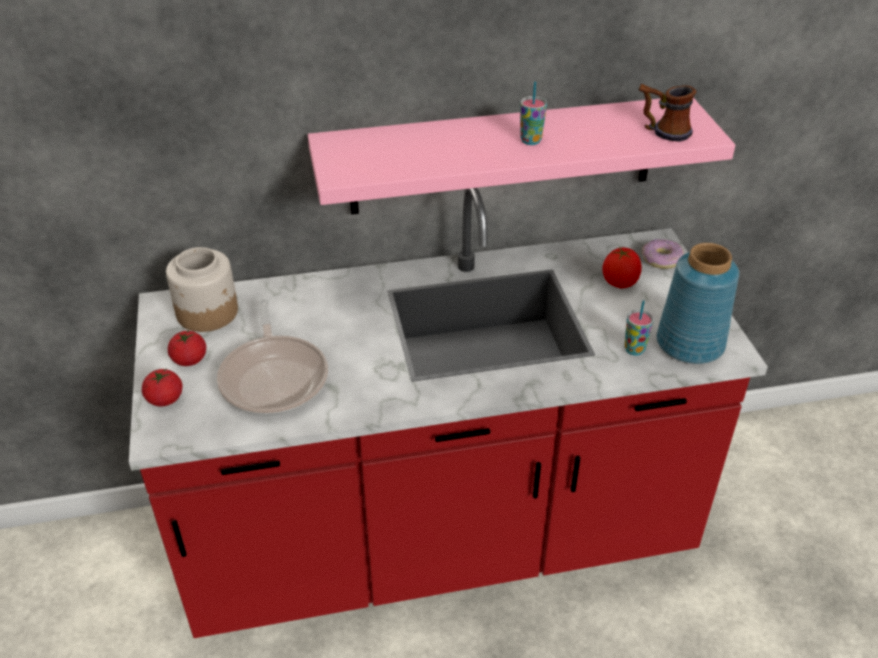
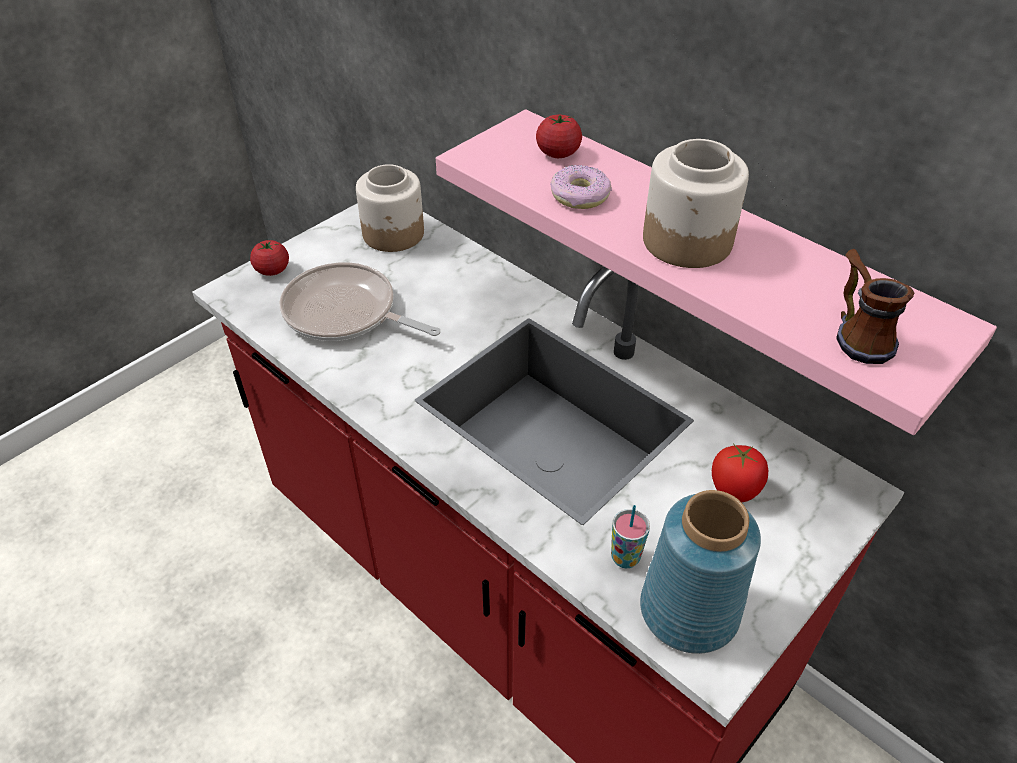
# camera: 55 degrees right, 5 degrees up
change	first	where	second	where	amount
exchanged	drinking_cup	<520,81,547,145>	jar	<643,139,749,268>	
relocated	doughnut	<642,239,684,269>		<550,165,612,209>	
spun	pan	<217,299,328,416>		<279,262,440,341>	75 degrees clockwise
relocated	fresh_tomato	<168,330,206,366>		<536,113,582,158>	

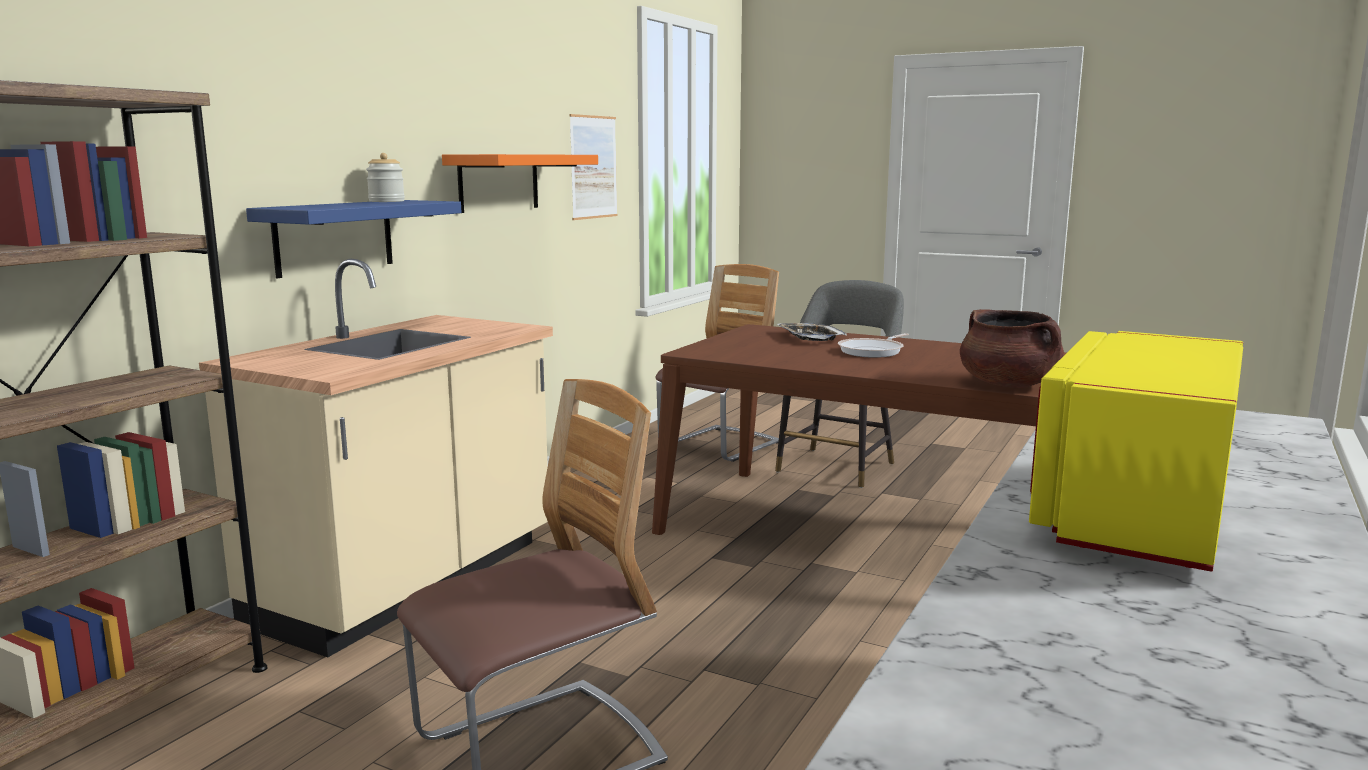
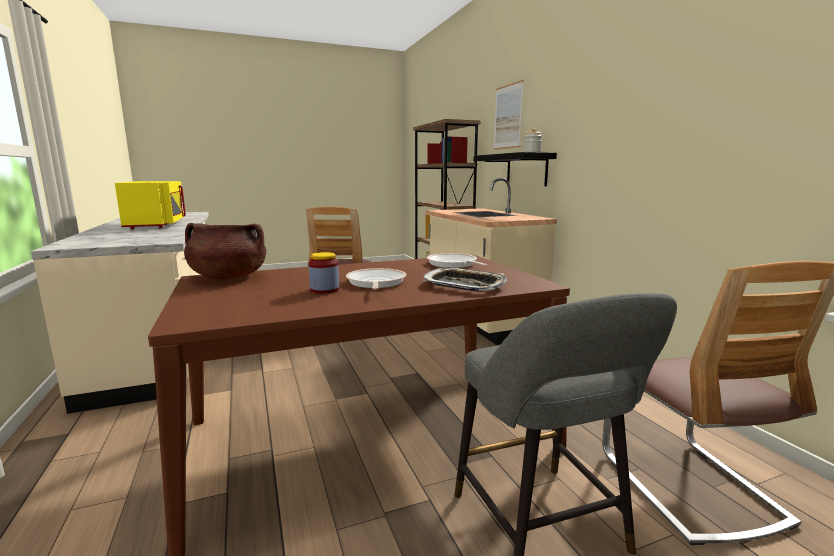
# camera: 130 degrees right, 0 degrees up
change	first	where	second	where	amount
relocated	wall_picture	<569,114,618,220>		<493,80,524,150>	
missing	orange-coloured_shelf	<442,154,598,213>			
colour	blue-coloured_shelf	<246,200,462,278>	black_shelf	<474,152,557,186>	
appeared			jar	<308,252,339,294>	
appeared			pan	<427,253,487,268>	

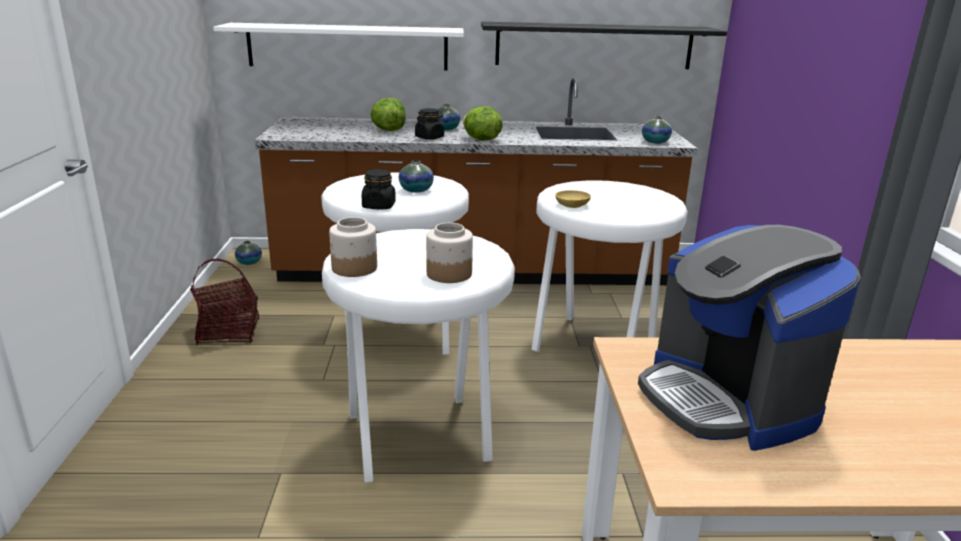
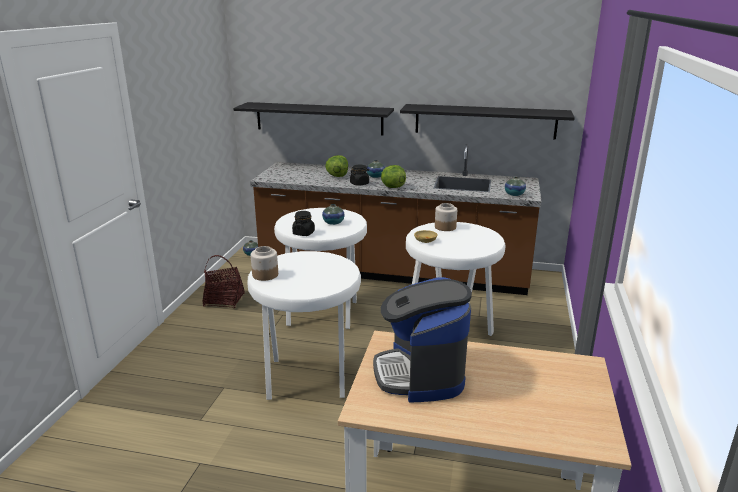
# camera: 15 degrees right, 0 degrees up
change	first	where	second	where	amount
colour	whitish_shelf	<213,23,464,71>	black_shelf	<233,102,394,136>	
relocated	jar	<426,223,473,283>		<435,203,457,231>	

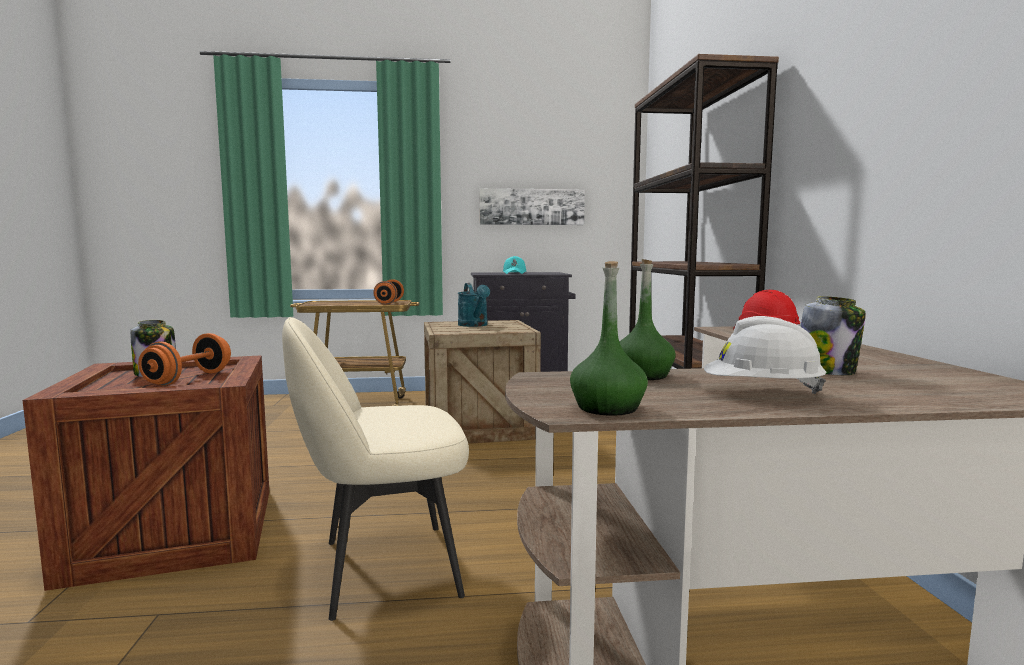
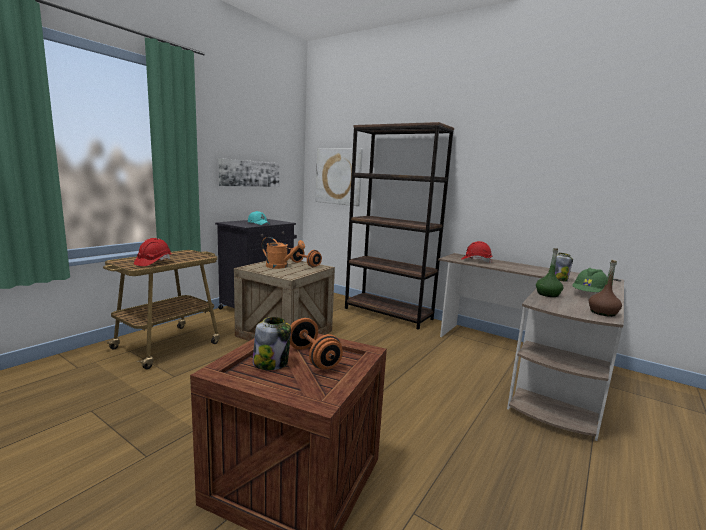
# camera: 50 degrees left, 5 degrees up
change	first	where	second	where	amount
colour	green-coloured_beverage_bottle	<570,261,648,416>	brown_beverage_bottle	<589,260,622,317>	
relocated	orange-coloured_free_weight	<373,279,404,305>		<290,246,322,267>	
colour	turquoise-coloured_watering_can	<458,283,490,327>	orange-coloured_watering_can	<262,237,305,269>	
colour	whitish_hard_hat	<704,316,827,394>	green-coloured_hard_hat	<572,268,607,292>	
missing	sand-coloured_plain_chair	<282,317,469,621>			
appeared			wall_picture	<315,148,363,206>	
appeared			red-coloured_hard_hat	<134,238,172,266>	

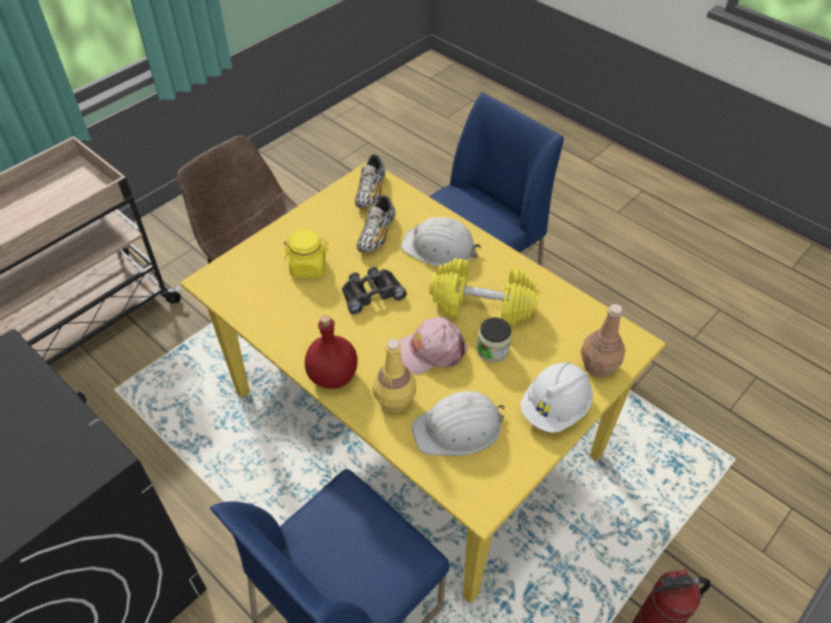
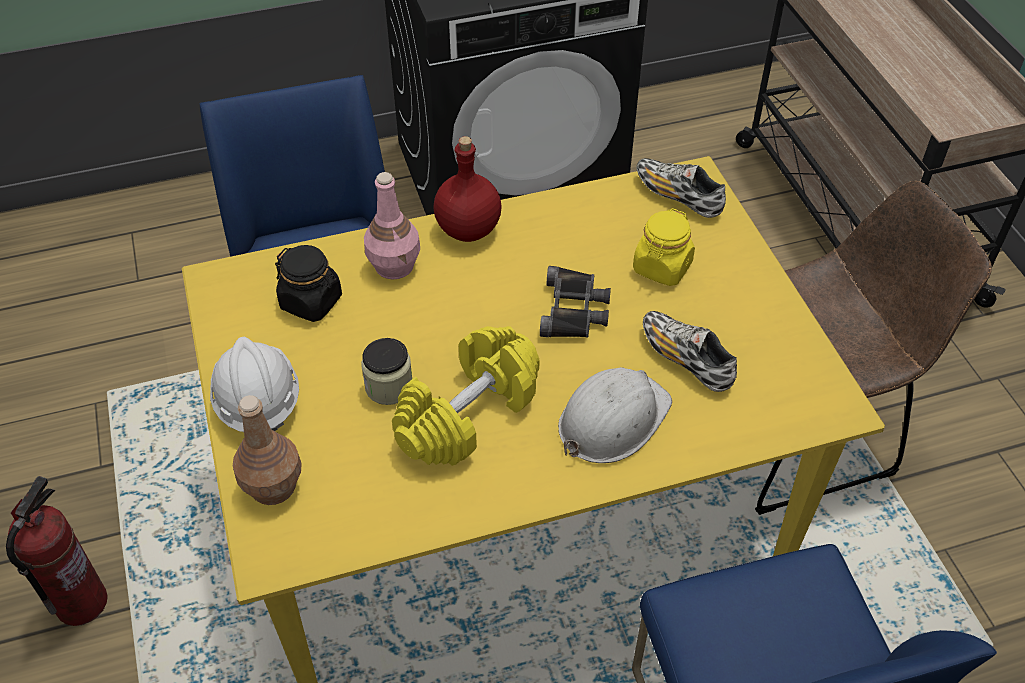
# camera: 120 degrees right, 0 degrees up
change	first	where	second	where	amount
relocated	item_of_footwear	<355,154,386,208>		<637,158,726,218>	
missing	pink-coloured_peaked_cap	<398,317,468,375>			
colour	yellowish_beverage_bottle	<373,339,416,413>	pink-coloured_beverage_bottle	<364,172,420,280>	
exchanged	whitish_hard_hat	<412,391,505,456>	black_jar	<275,245,342,322>	

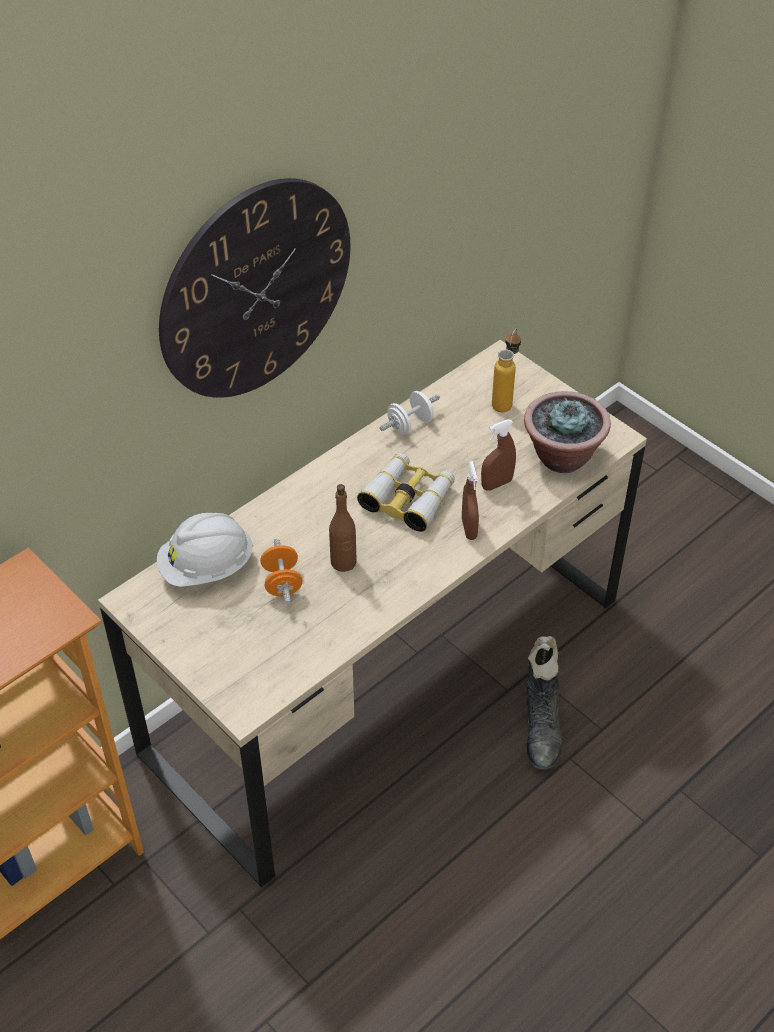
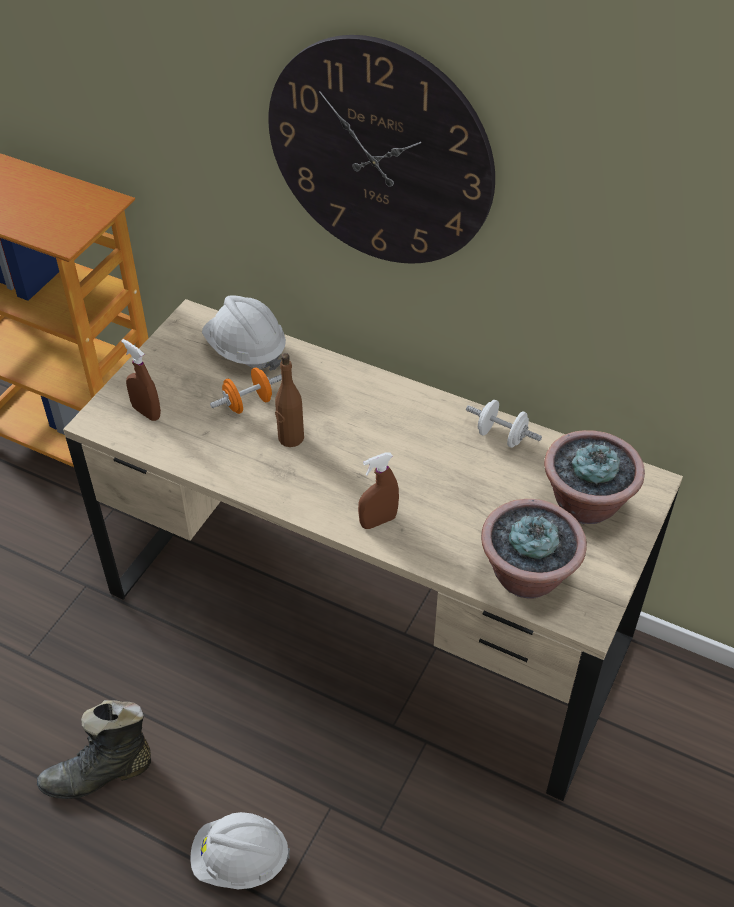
# camera: 70 degrees right, 0 degrees up
change	first	where	second	where	amount
exchanged	beverage_bottle	<492,329,521,412>	plant_in_a_pot	<544,430,645,524>	
relocated	brown_sprayer	<481,419,516,490>		<121,339,161,421>	
missing	field_glasses	<357,452,455,532>			
relocated	black_tall_boot	<526,636,562,770>		<37,700,151,799>	
appeared			whitish_hard_hat	<190,812,290,889>	

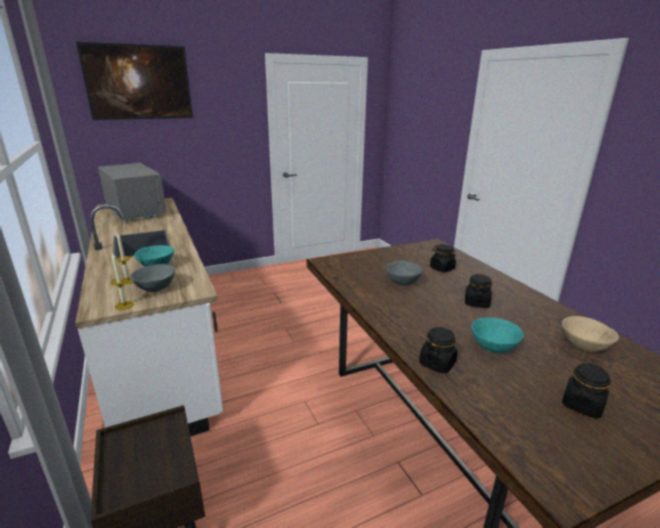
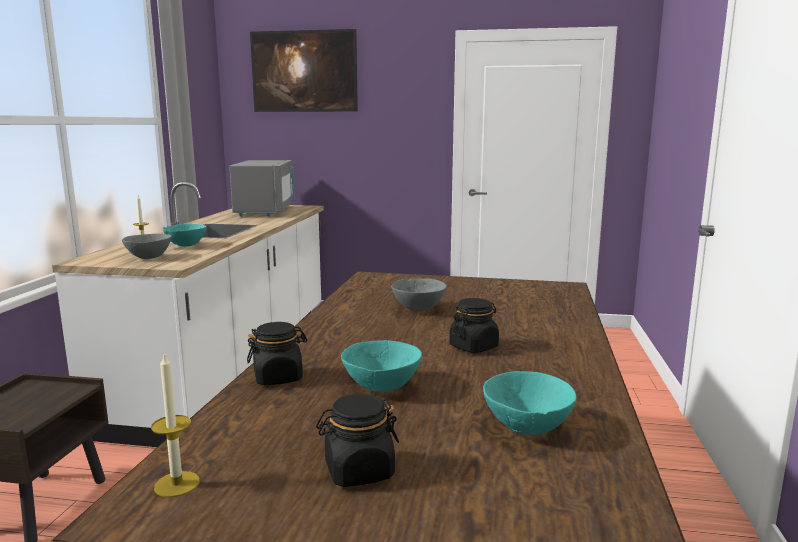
# camera: 35 degrees right, 10 degrees down
change	first	where	second	where	amount
missing	black_jar	<430,244,456,272>			
relocated	candle	<111,253,134,310>		<151,352,200,497>	
colour	sand-coloured_bowl	<562,316,619,352>	turquoise-coloured_bowl	<483,371,577,435>	

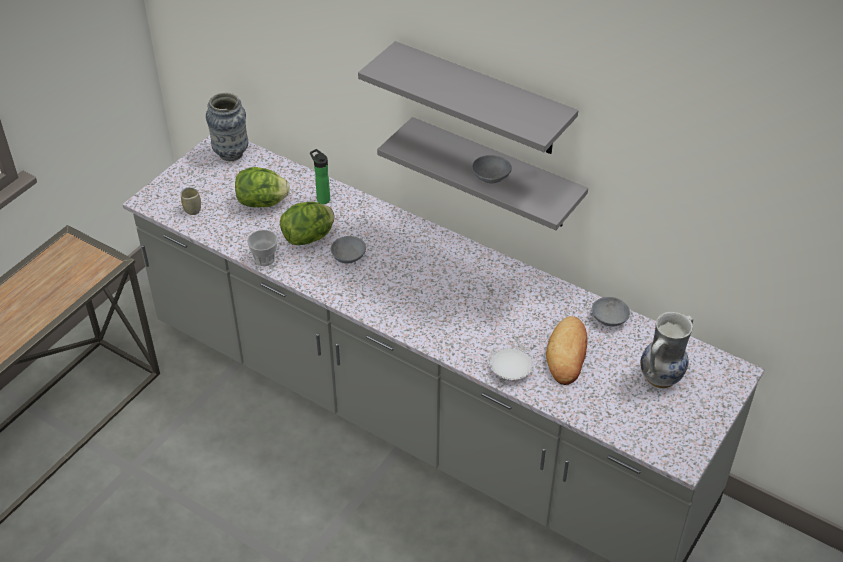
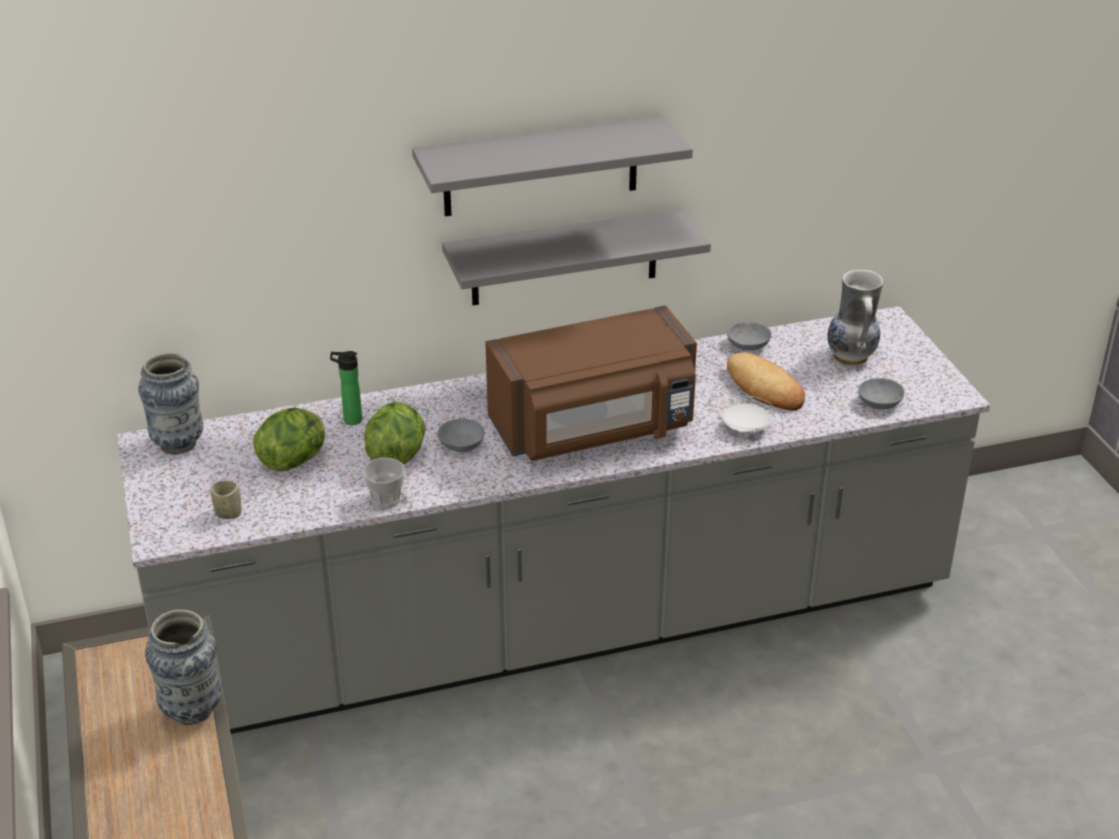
# camera: 50 degrees left, 10 degrees down
change	first	where	second	where	amount
relocated	grey_bowl	<472,155,512,183>		<858,378,905,410>	
appeared			brown_kitchen_microwave	<485,306,697,461>	
appeared			flower_vase	<145,610,222,725>	

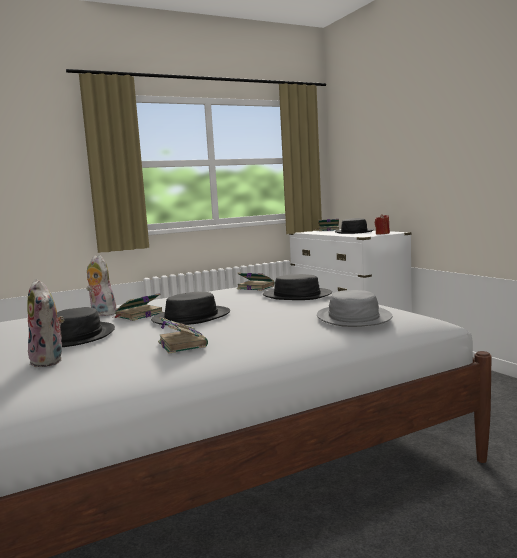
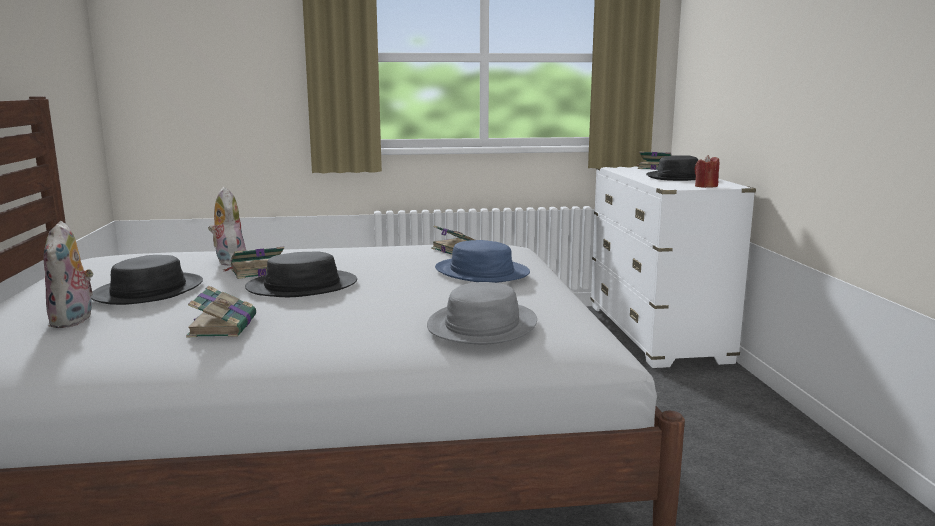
# camera: 20 degrees right, 5 degrees up
change	first	where	second	where	amount
colour	black_hat	<263,274,332,300>	blue-coloured_hat	<435,240,530,283>	

